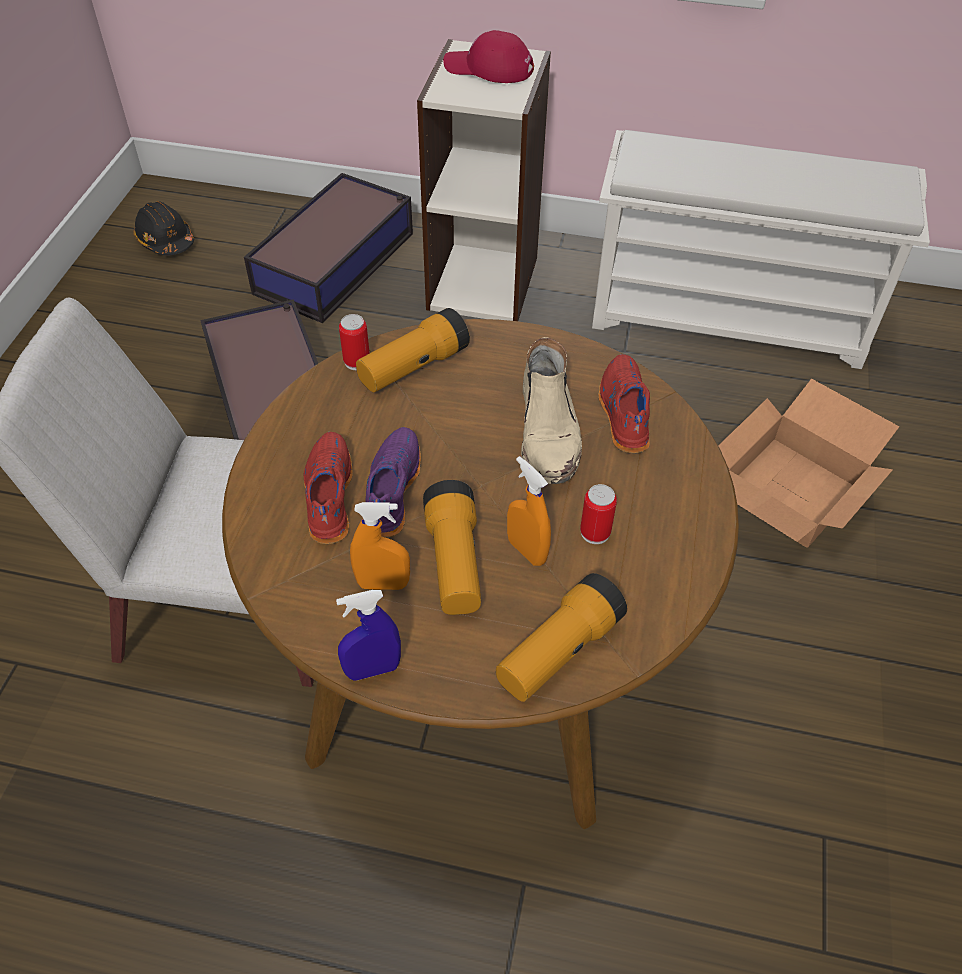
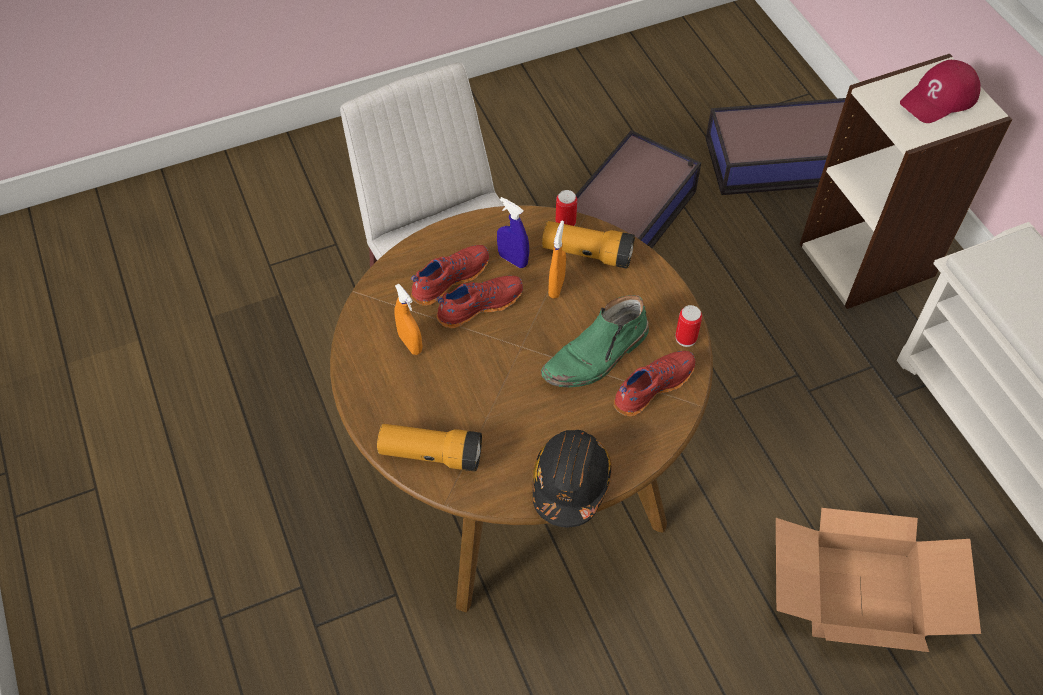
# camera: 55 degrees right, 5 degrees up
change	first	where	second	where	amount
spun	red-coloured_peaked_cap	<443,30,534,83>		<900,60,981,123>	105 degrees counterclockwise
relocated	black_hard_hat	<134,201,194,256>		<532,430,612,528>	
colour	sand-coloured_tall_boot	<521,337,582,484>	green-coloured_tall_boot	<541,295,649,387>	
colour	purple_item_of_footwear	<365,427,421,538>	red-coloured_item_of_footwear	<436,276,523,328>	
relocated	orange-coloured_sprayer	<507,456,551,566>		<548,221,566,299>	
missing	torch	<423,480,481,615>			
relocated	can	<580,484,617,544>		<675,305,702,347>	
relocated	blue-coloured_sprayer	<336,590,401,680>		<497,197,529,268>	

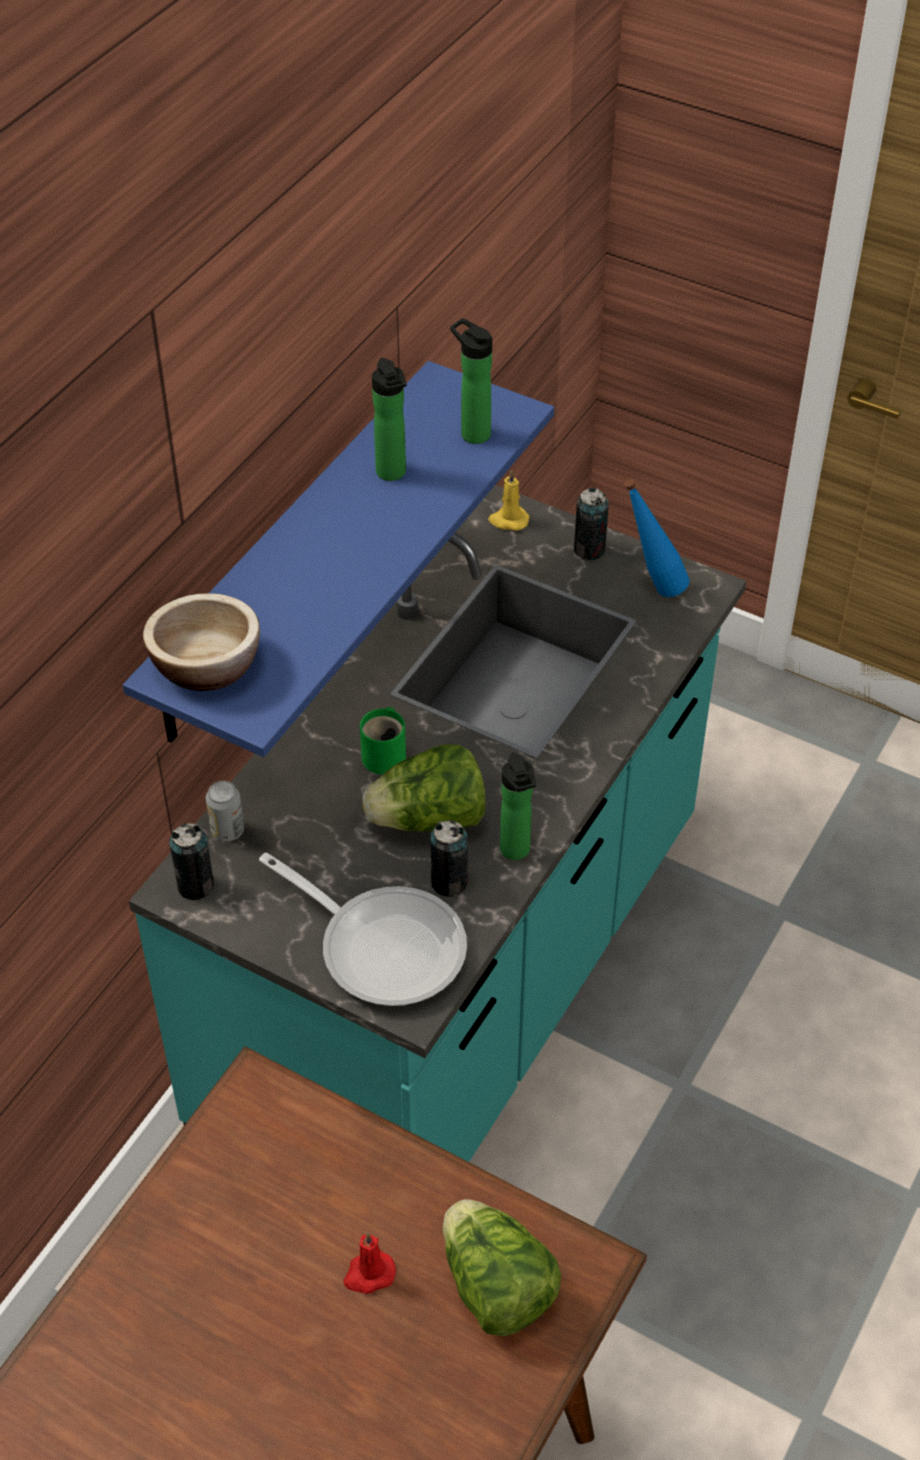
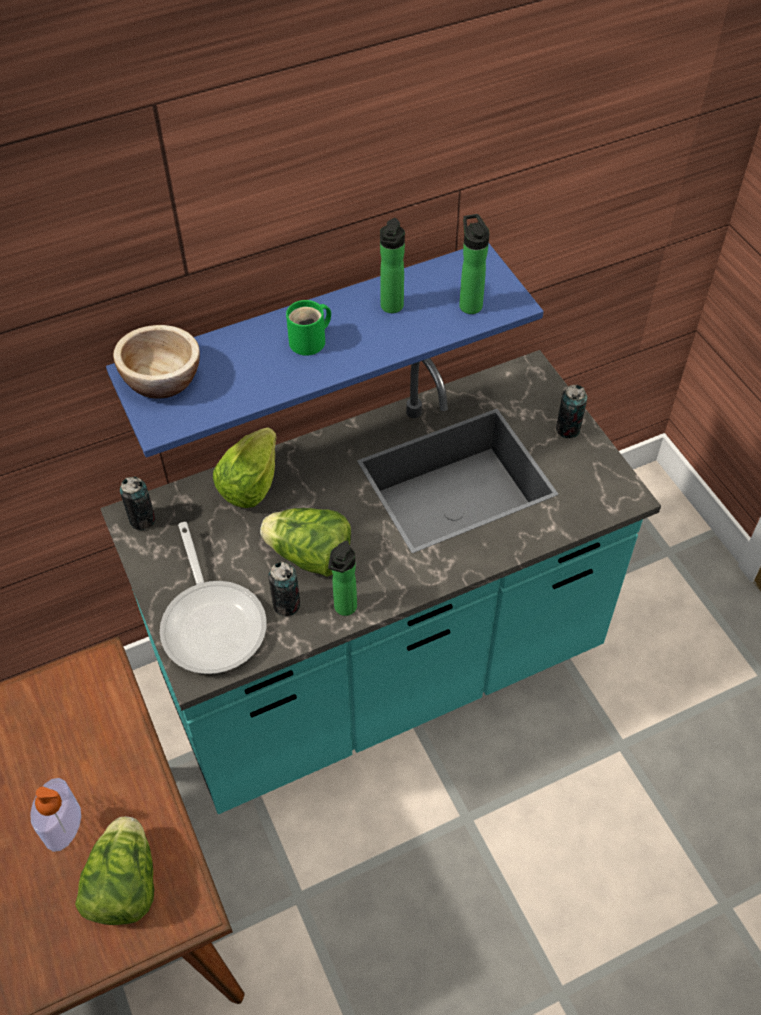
# camera: 35 degrees right, 5 degrees up
change	first	where	second	where	amount
missing	yellowish_candle	<488,470,529,531>			
missing	blue-coloured_beverage_bottle	<624,479,690,597>			
relocated	green-coloured_coffee_mug	<360,707,406,775>		<286,300,331,356>	
missing	can	<206,781,244,841>			
exchanged	red-coloured_candle	<343,1233,396,1294>	soap_bottle	<30,778,81,852>	
appeared			lettuce	<213,427,276,508>	

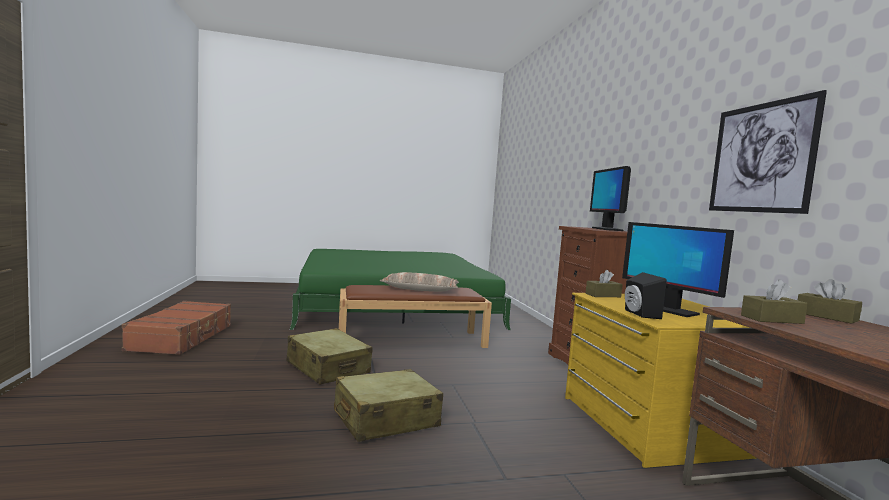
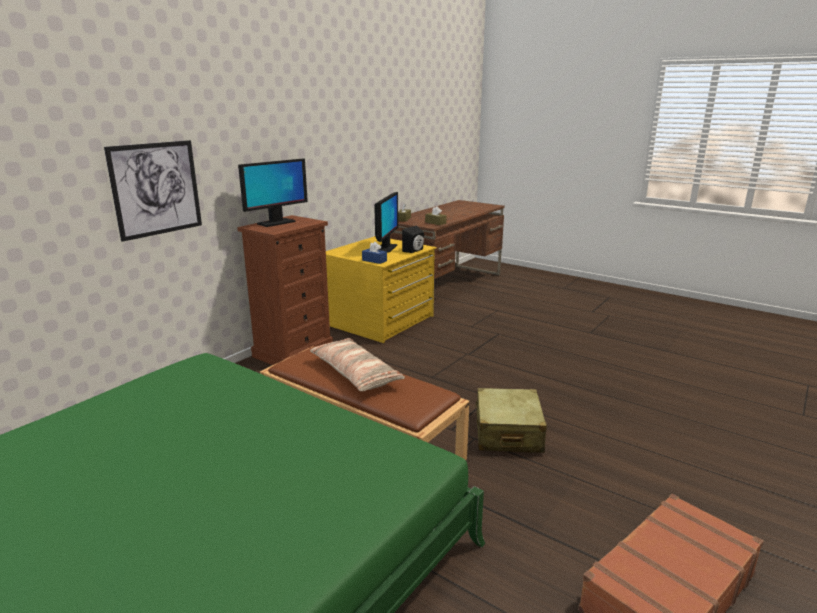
# camera: 130 degrees left, 15 degrees up
change	first	where	second	where	amount
relocated	wall_picture	<709,90,827,214>		<104,140,202,242>	
colour	brown_tissue_box	<586,270,623,297>	blue-coloured_tissue_box	<362,242,387,264>	
missing	sand-coloured_piece_of_luggage	<334,369,443,442>			

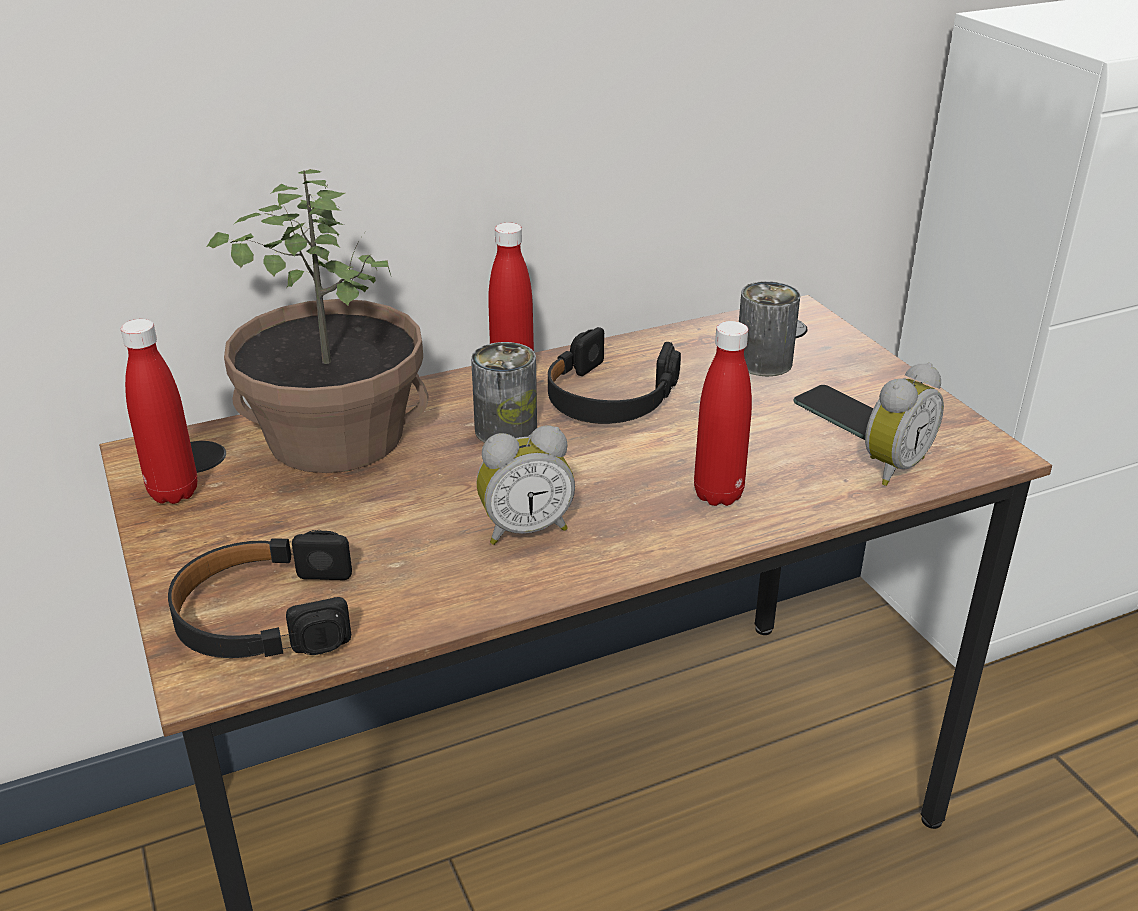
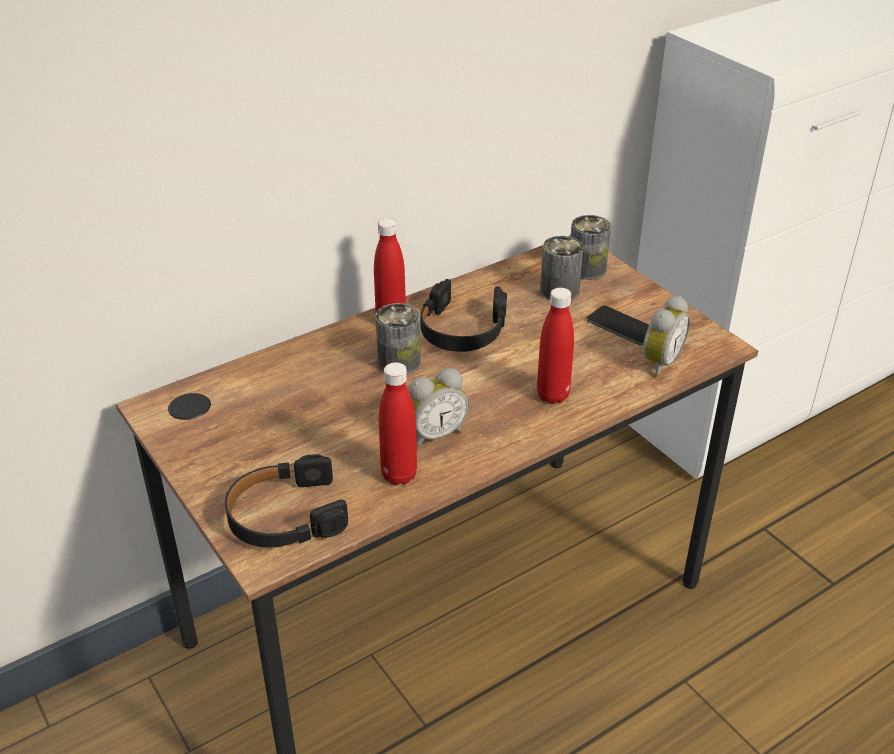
# camera: 10 degrees left, 5 degrees up
change	first	where	second	where	amount
missing	plant_in_a_pot	<206,169,428,473>			
relocated	red-coloured_beverage_bottle	<121,319,197,504>		<379,362,417,485>	
appeared			can	<571,215,611,279>	

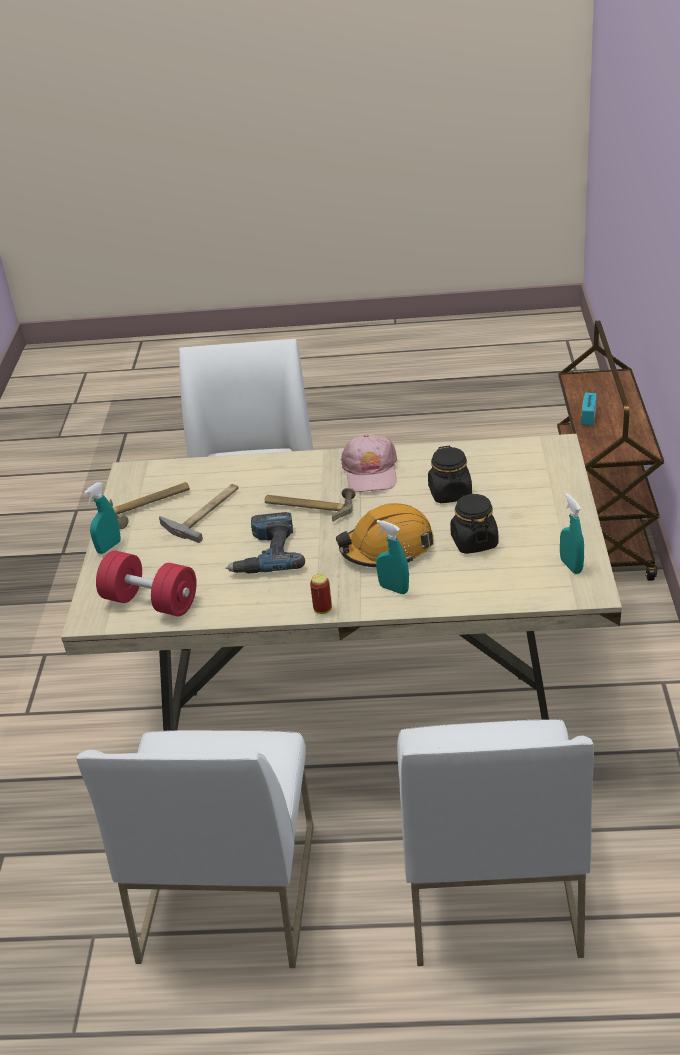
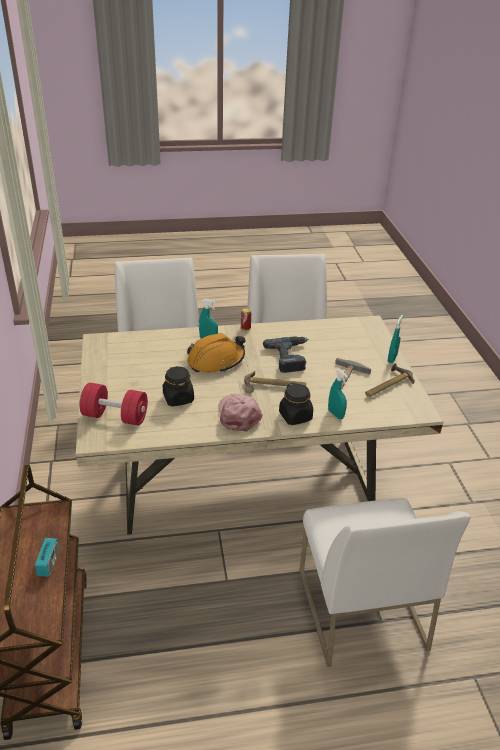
# camera: 165 degrees right, 0 degrees up
change	first	where	second	where	amount
relocated	black_jar	<450,493,499,554>		<279,383,313,425>	
relocated	turquoise-coloured_sprayer	<560,493,584,574>		<328,369,348,419>	
relocated	red-coloured_free_weight	<96,551,197,616>		<80,383,148,426>	

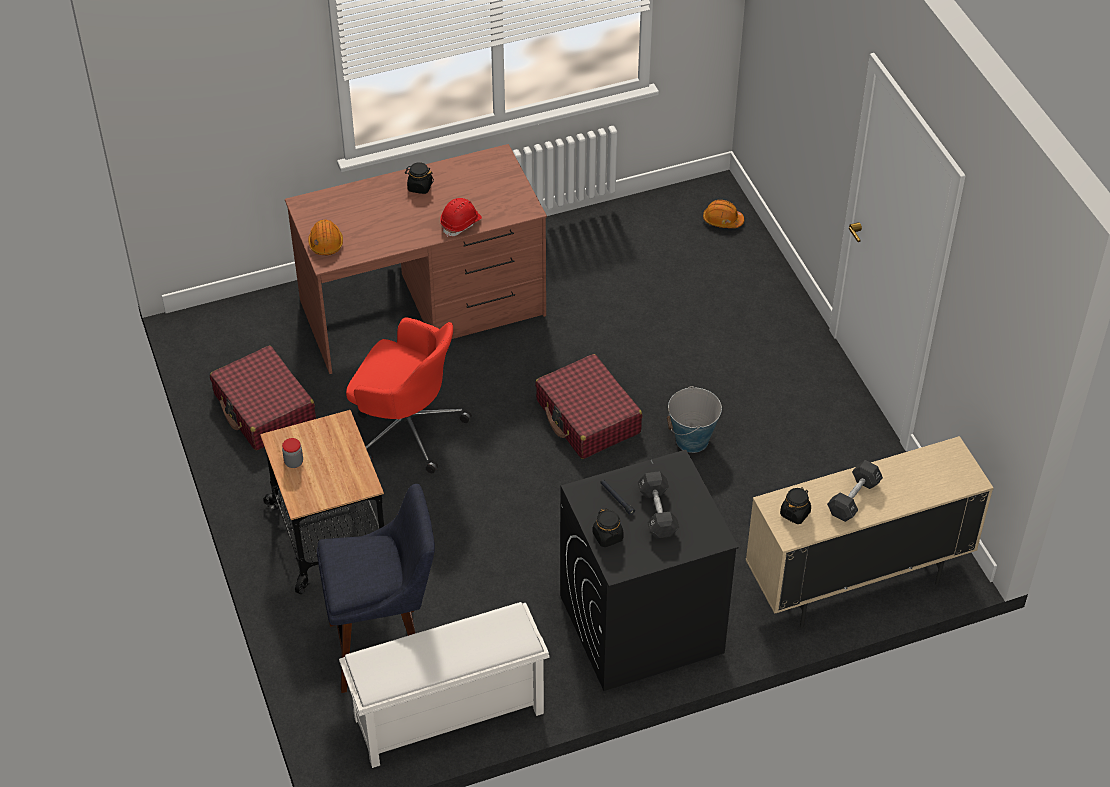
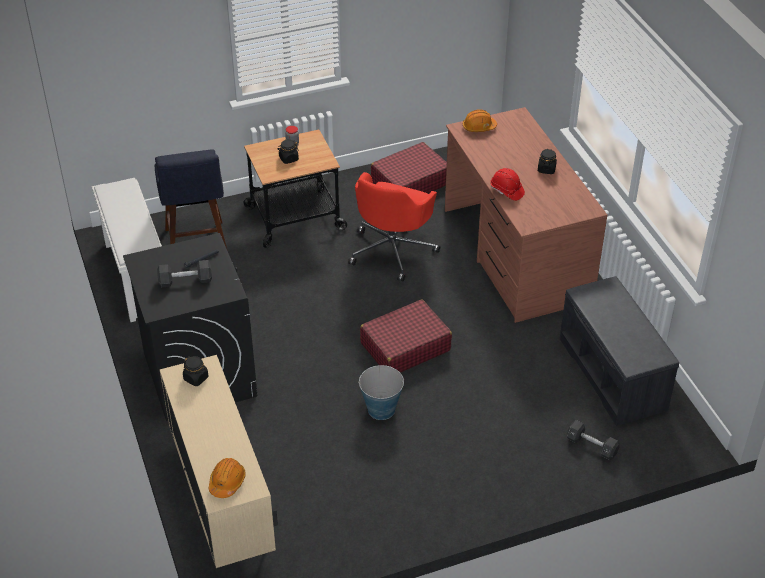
# camera: 90 degrees right, 5 degrees down
change	first	where	second	where	amount
relocated	orange-coloured_hard_hat	<703,200,744,228>		<209,458,246,498>	
relocated	black_free_weight	<827,460,883,522>		<567,420,620,460>	
relocated	black_jar	<592,508,624,547>		<277,139,299,164>	
appeared			grey_bench	<560,276,679,426>	

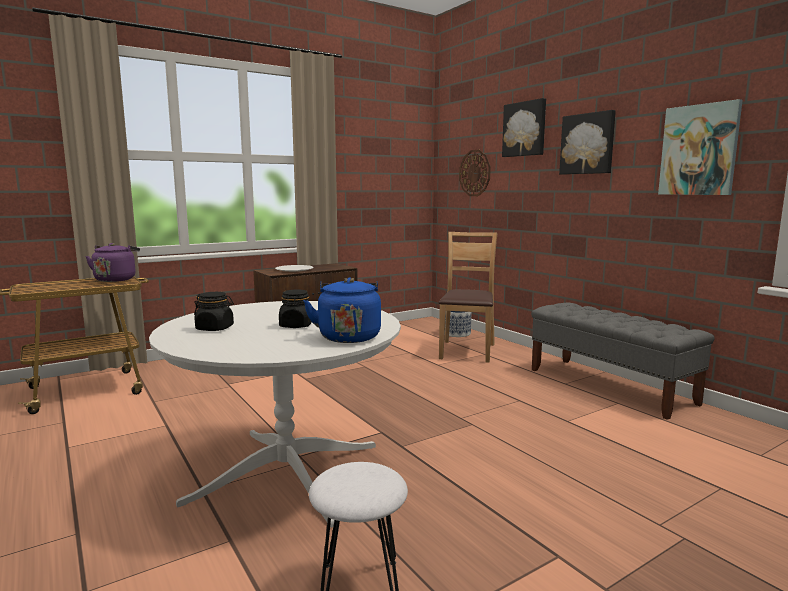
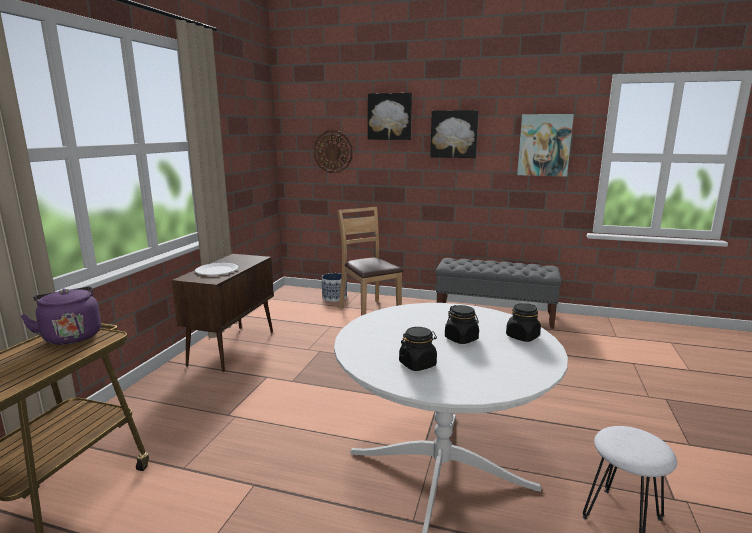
# camera: 40 degrees left, 5 degrees up
change	first	where	second	where	amount
exchanged	blue-coloured_kettle	<303,277,381,343>	black_jar	<506,303,541,342>	

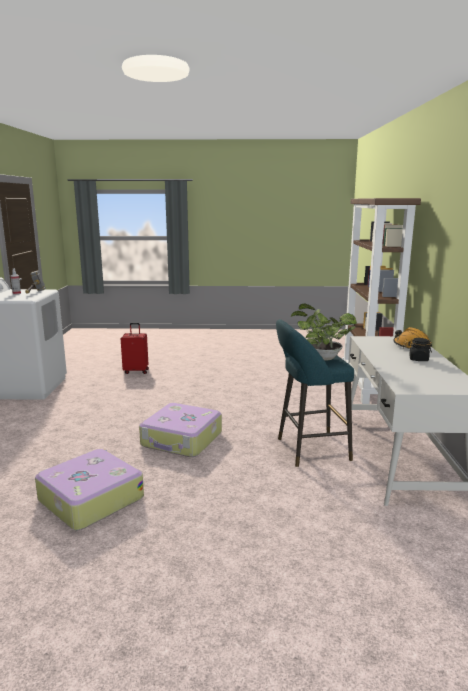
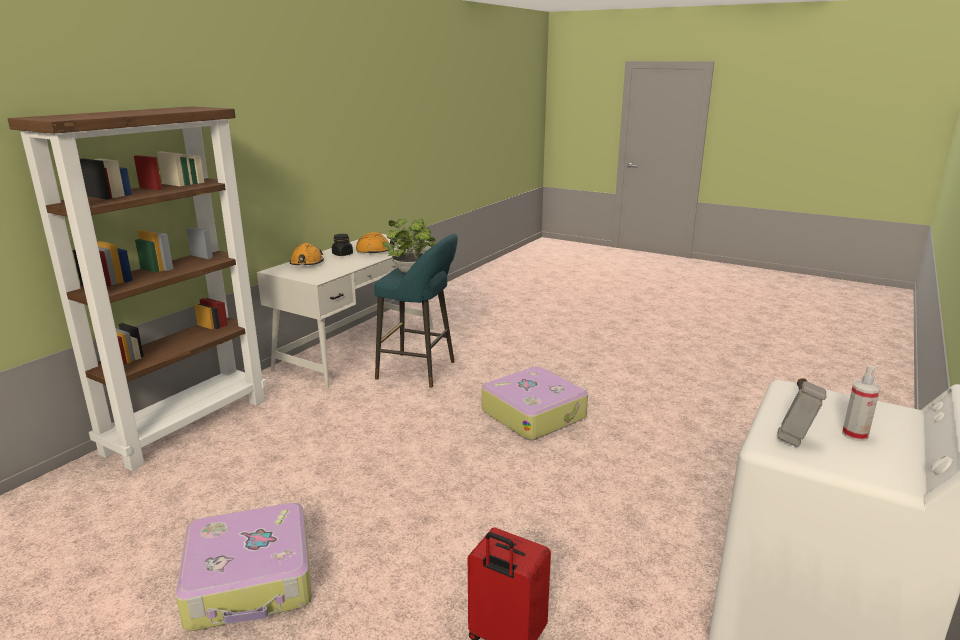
# camera: 150 degrees left, 5 degrees up
change	first	where	second	where	amount
relocated	piece_of_luggage	<35,449,144,530>		<176,503,312,631>	
appeared			orange-coloured_hard_hat	<356,232,396,254>	

